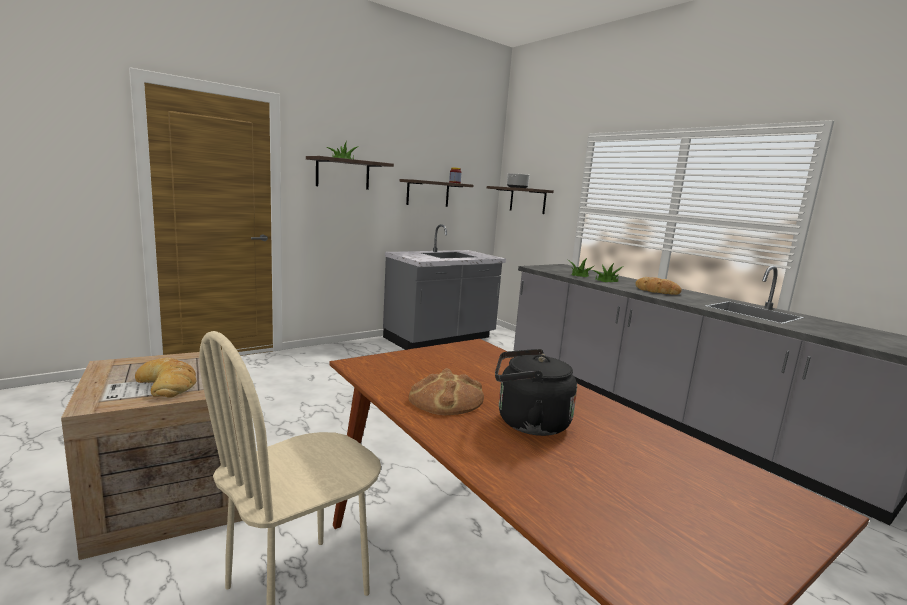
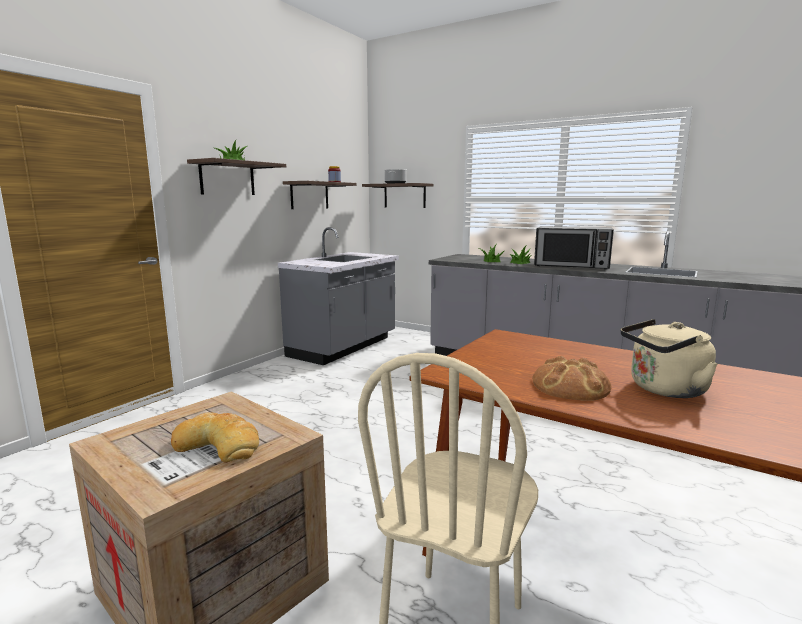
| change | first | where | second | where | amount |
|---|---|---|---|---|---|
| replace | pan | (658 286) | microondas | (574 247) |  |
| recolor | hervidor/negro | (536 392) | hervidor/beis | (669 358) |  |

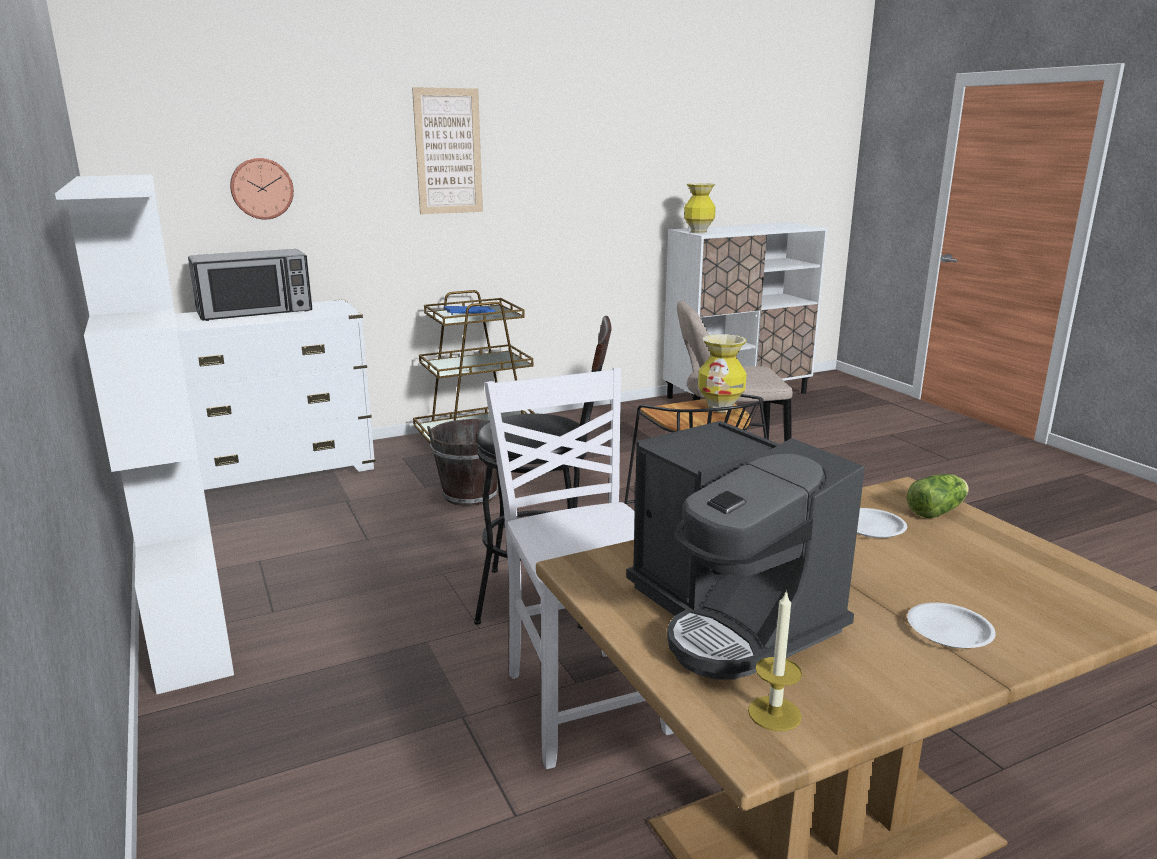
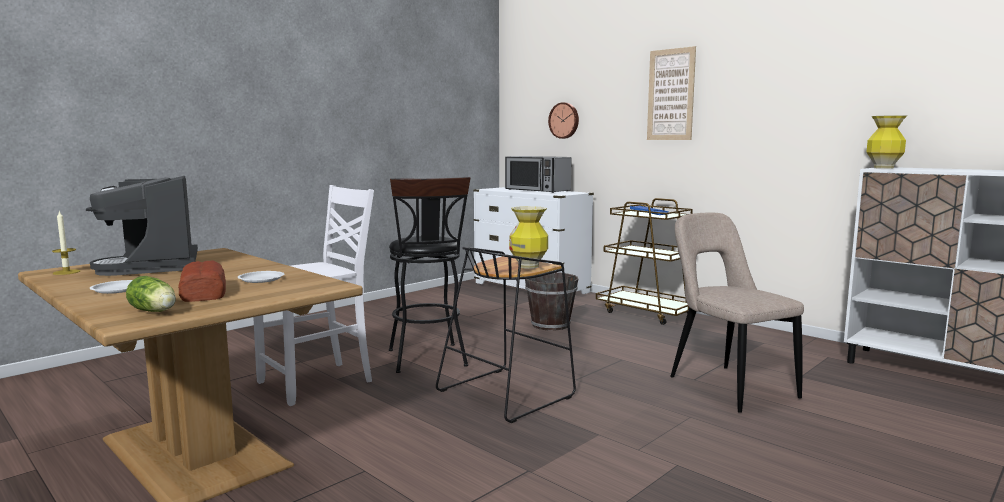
| change | first | where | second | where | amount |
|---|---|---|---|---|---|
| rotate | cafetera | (745 550) |  | (142 226) | 60 degrees counterclockwise |
| move | lechuga | (938 496) |  | (151 294) |  |
| insert |  |  | pan | (202 281) |  |
| delete | estantería/blanco | (144 434) |  |  |  |

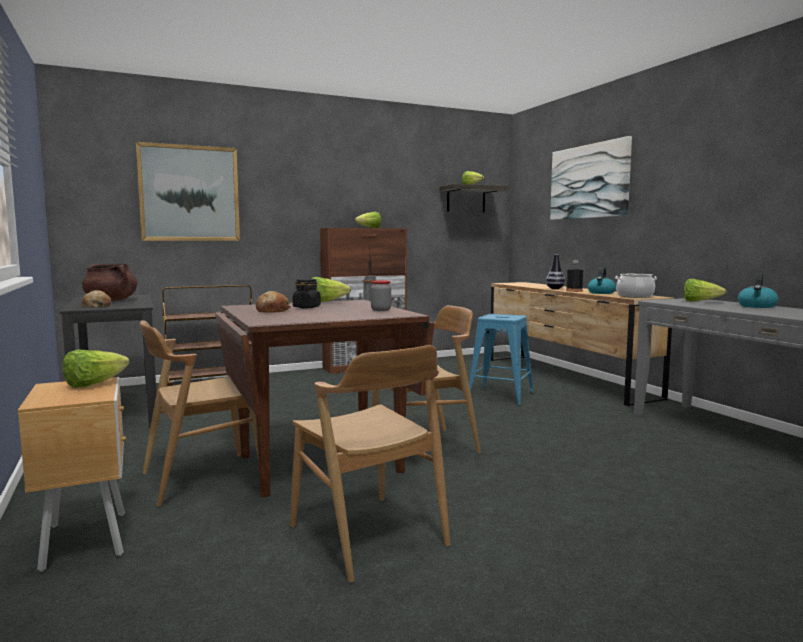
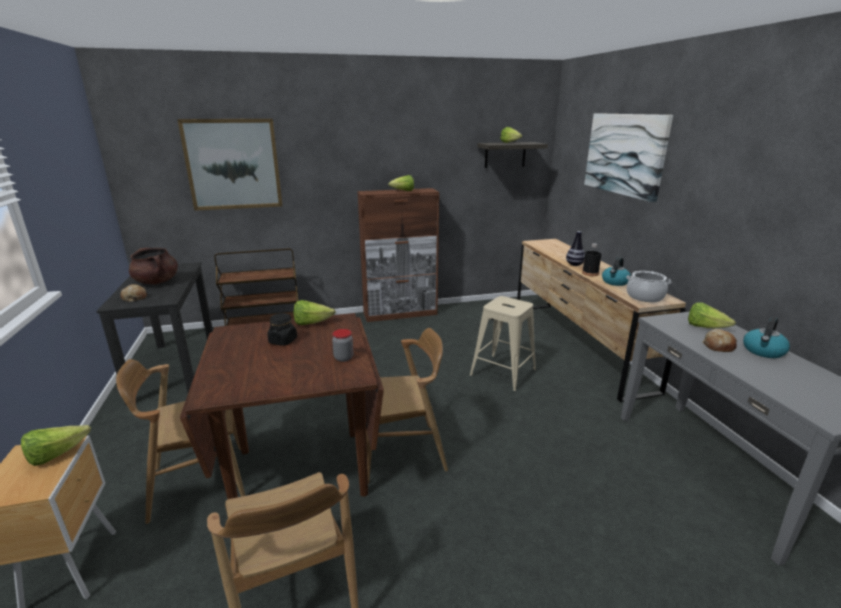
| change | first | where | second | where | amount |
|---|---|---|---|---|---|
| recolor | taburete/azul | (501 360) | taburete/beis | (503 344) |  |
| move | pan | (273 301) |  | (719 340) |  |

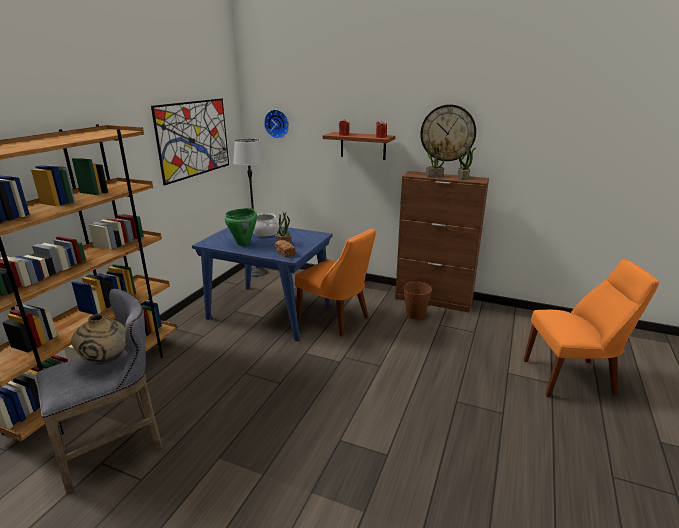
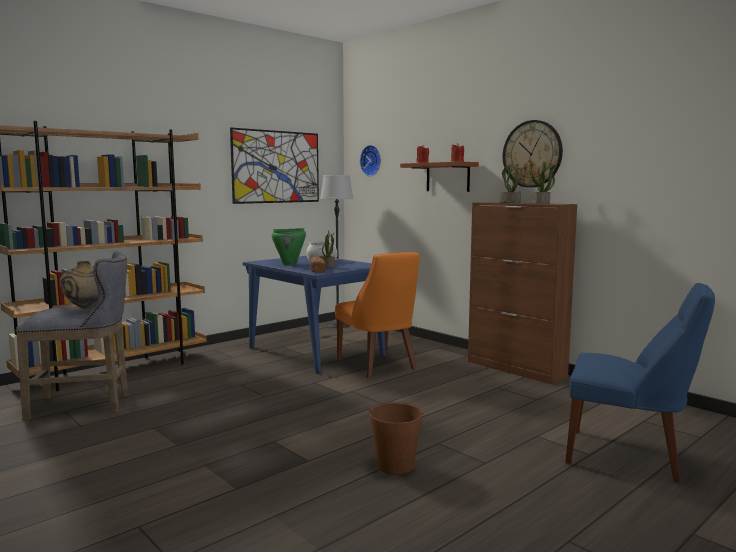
| change | first | where | second | where | amount |
|---|---|---|---|---|---|
| move | cubo/marrón | (417 300) |  | (396 438) |  |
| recolor | silla/naranja | (591 328) | silla/azul | (640 383) |  |

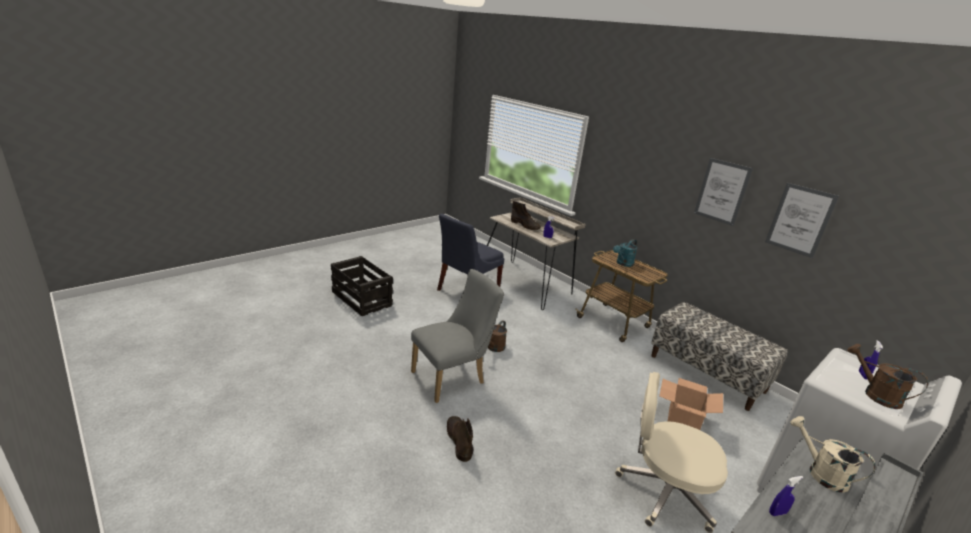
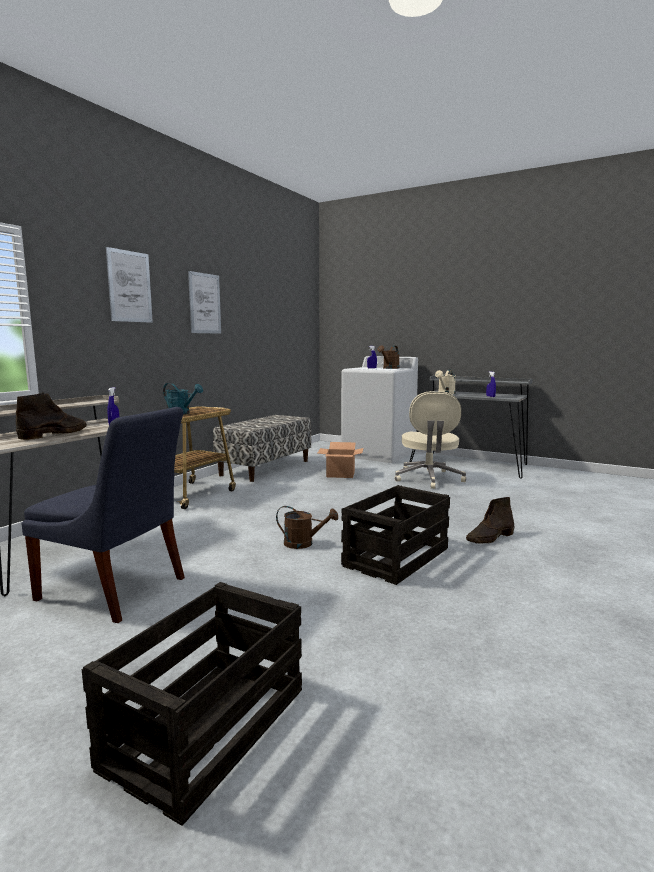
| change | first | where | second | where | amount |
|---|---|---|---|---|---|
| move | cuadro | (802 220) |  | (129 285) |  |
| replace | silla/gris | (457 336) | caja de embalaje | (395 535) |  |

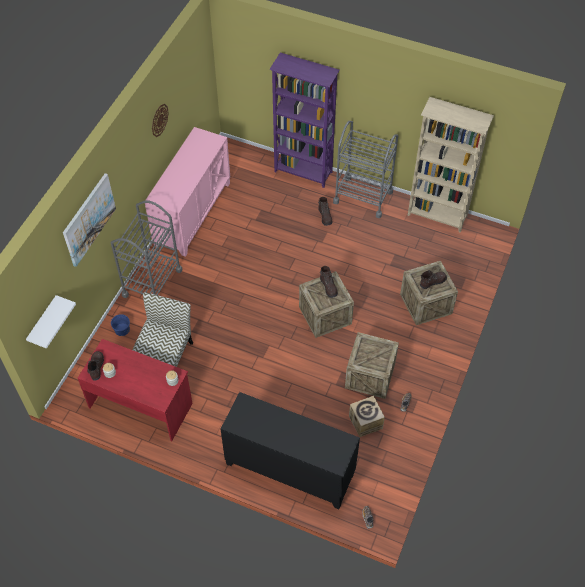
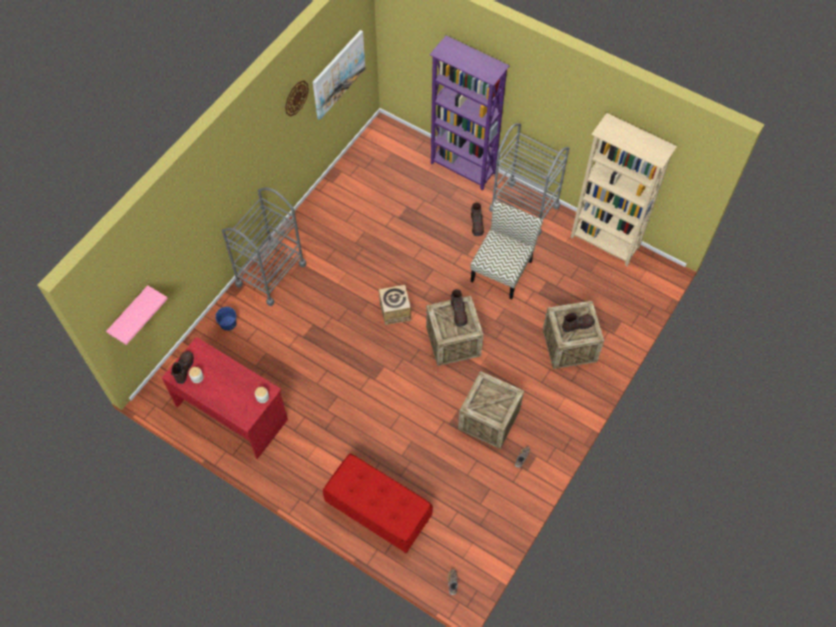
| change | first | where | second | where | amount |
|---|---|---|---|---|---|
| recolor | estante/blanco | (51 322) | estante/rosa | (137 315) |  |
| move | cuadro | (89 220) |  | (339 75) |  |
| replace | armario/negro | (290 450) | banco/rojo | (378 503) |  |
| move | caja de cartón | (367 416) |  | (395 305) |  |
| move | silla | (162 329) |  | (506 249) |  |
| delete | armario/rosa | (187 192) |  |  |  |

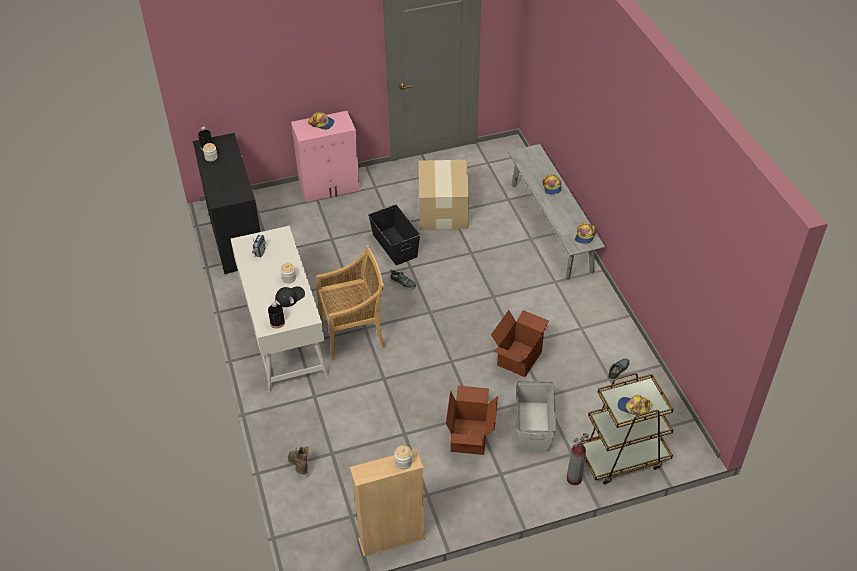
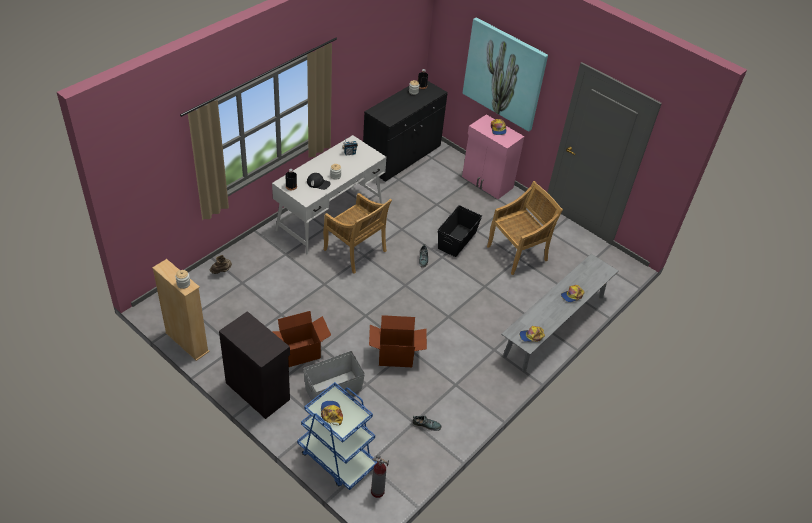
| change | first | where | second | where | amount |
|---|---|---|---|---|---|
| insert |  |  | armario/negro | (254 365) |  |
| recolor | carrito/marrón | (628 428) | carrito/azul | (337 436) |  |
| move | extintor | (578 459) |  | (380 476) |  |
| insert |  |  | cuadro | (505 74) |  |
| replace | caja de cartón | (444 195) | silla/beis | (525 228) |  |

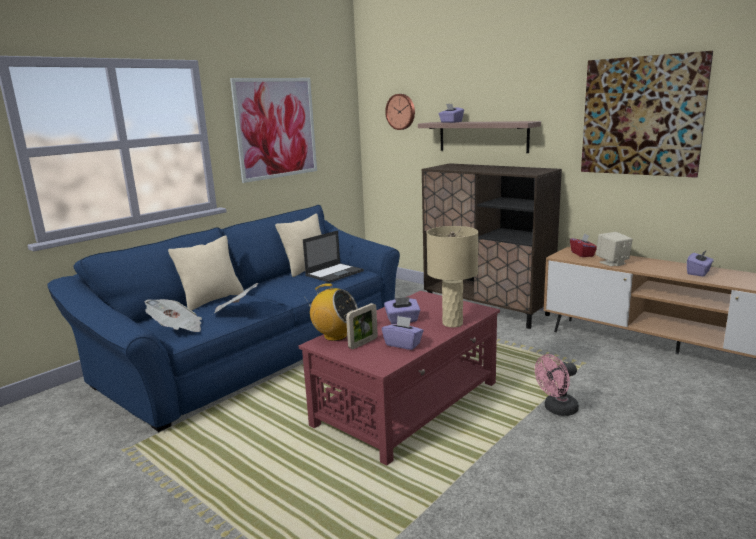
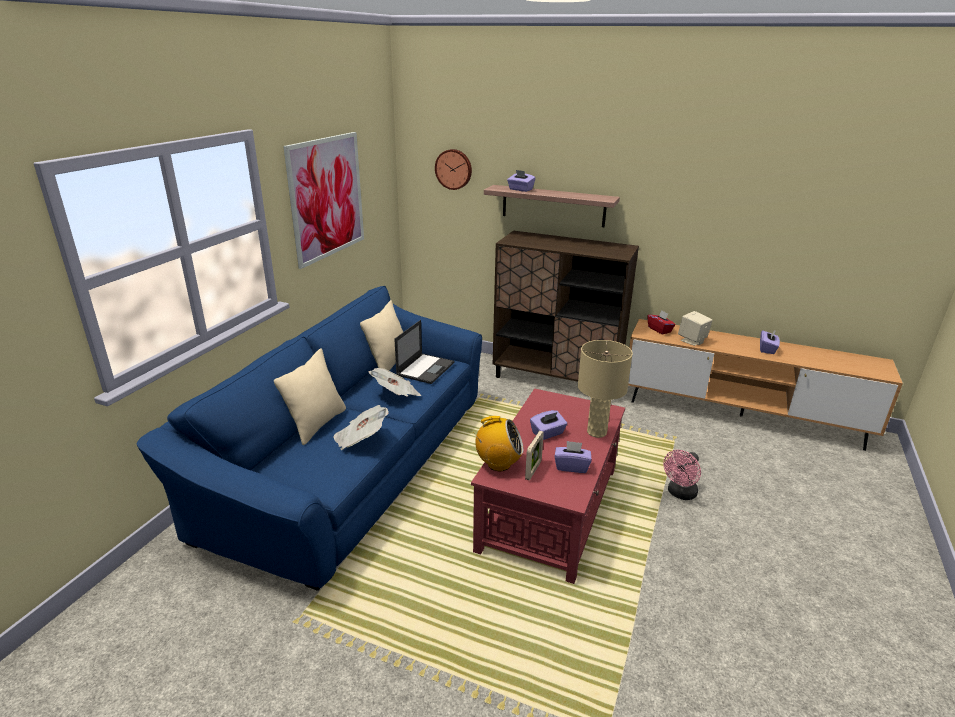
| change | first | where | second | where | amount |
|---|---|---|---|---|---|
| move | periódico | (173 315) |  | (394 382) |  |
| delete | cuadro | (647 114) |  |  |  |

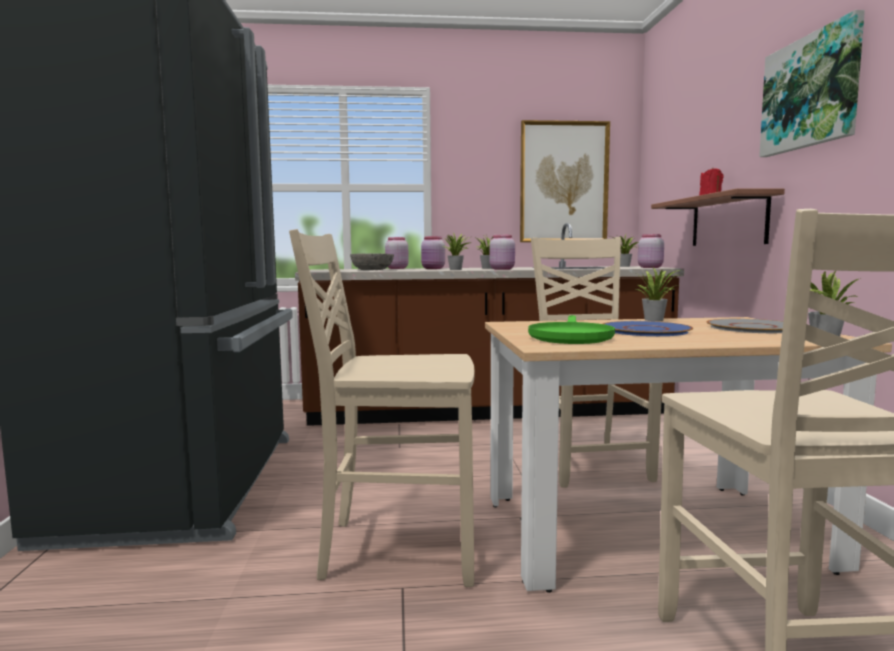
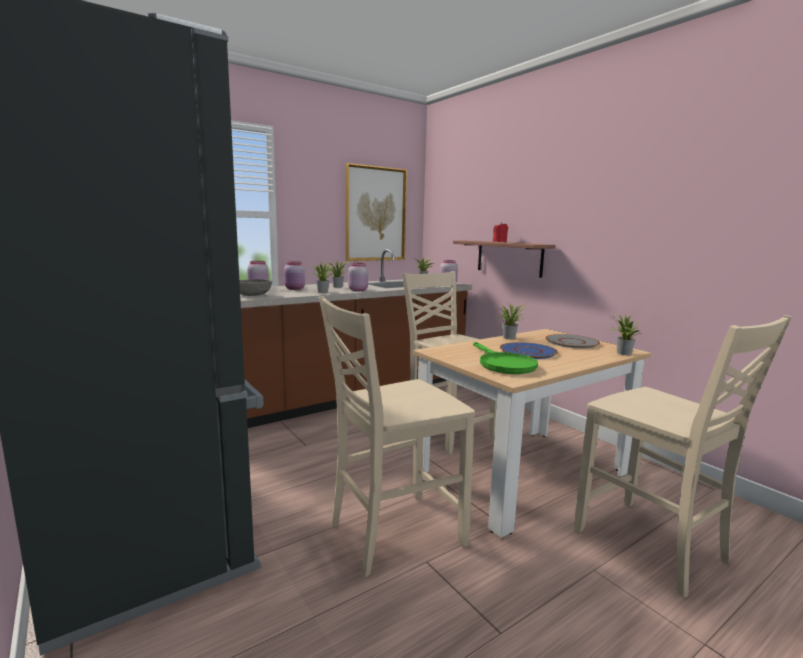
| change | first | where | second | where | amount |
|---|---|---|---|---|---|
| delete | cuadro | (812 83) |  |  |  |

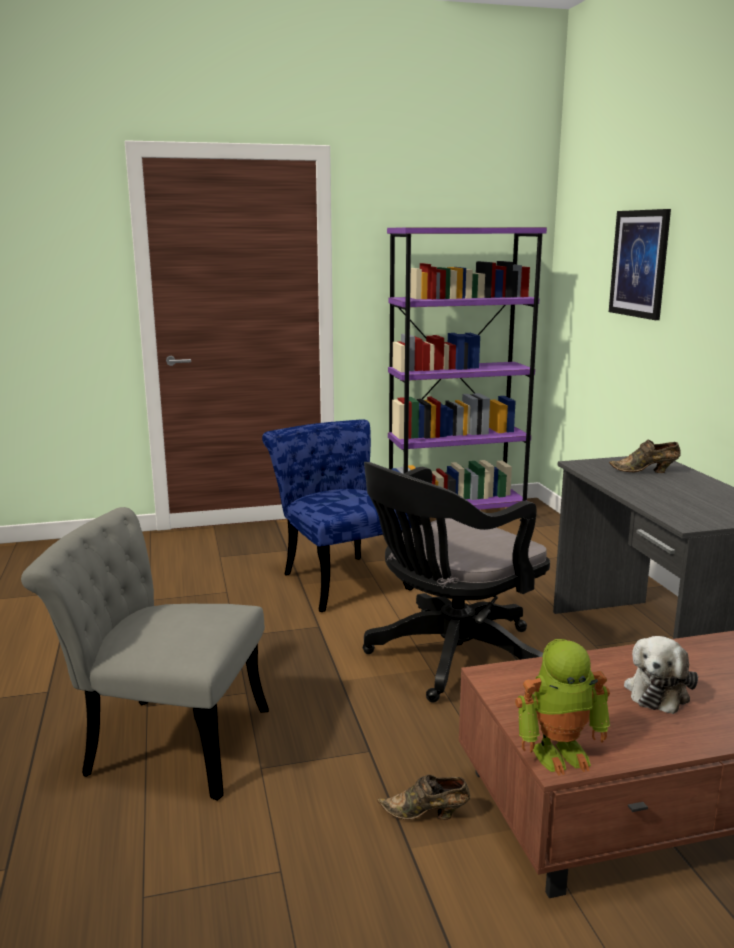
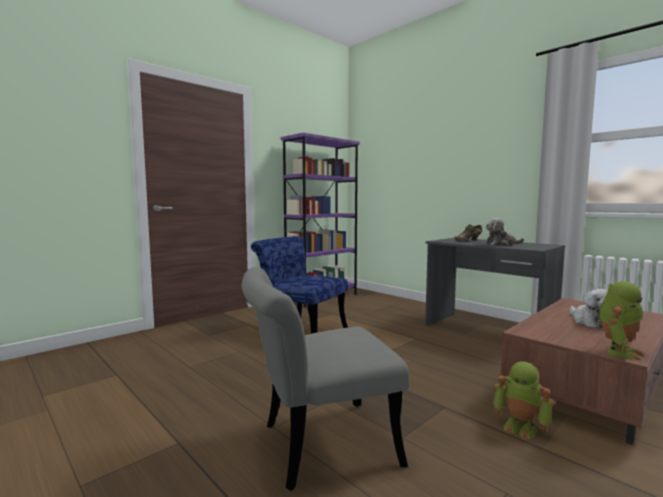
| change | first | where | second | where | amount |
|---|---|---|---|---|---|
| insert |  |  | peluche | (505 231) |  |
| replace | zapato/marrón | (423 797) | robot de juguete | (523 400) |  |
| delete | silla de oficina/negro | (456 582) |  |  |  |
| delete | cuadro | (640 264) |  |  |  |

